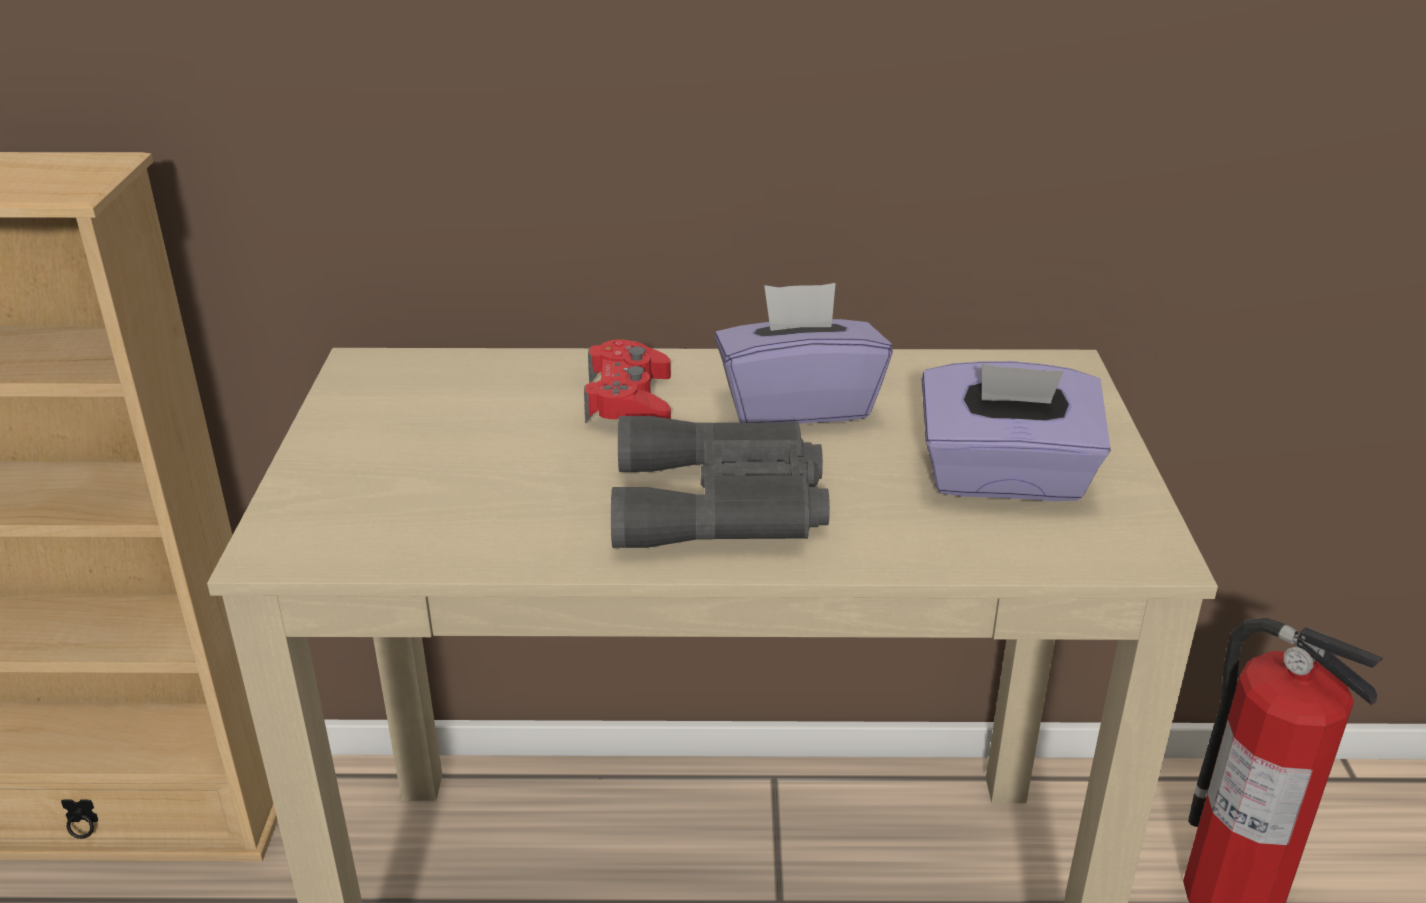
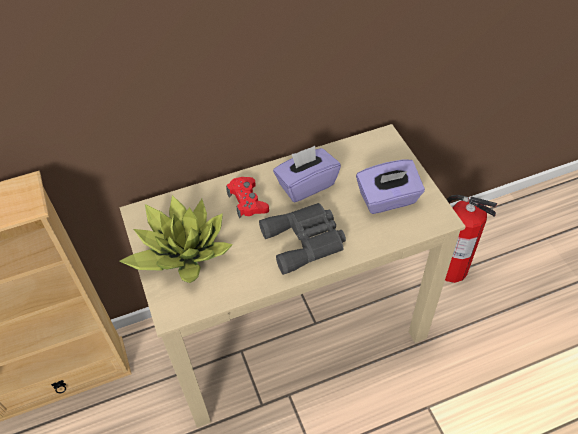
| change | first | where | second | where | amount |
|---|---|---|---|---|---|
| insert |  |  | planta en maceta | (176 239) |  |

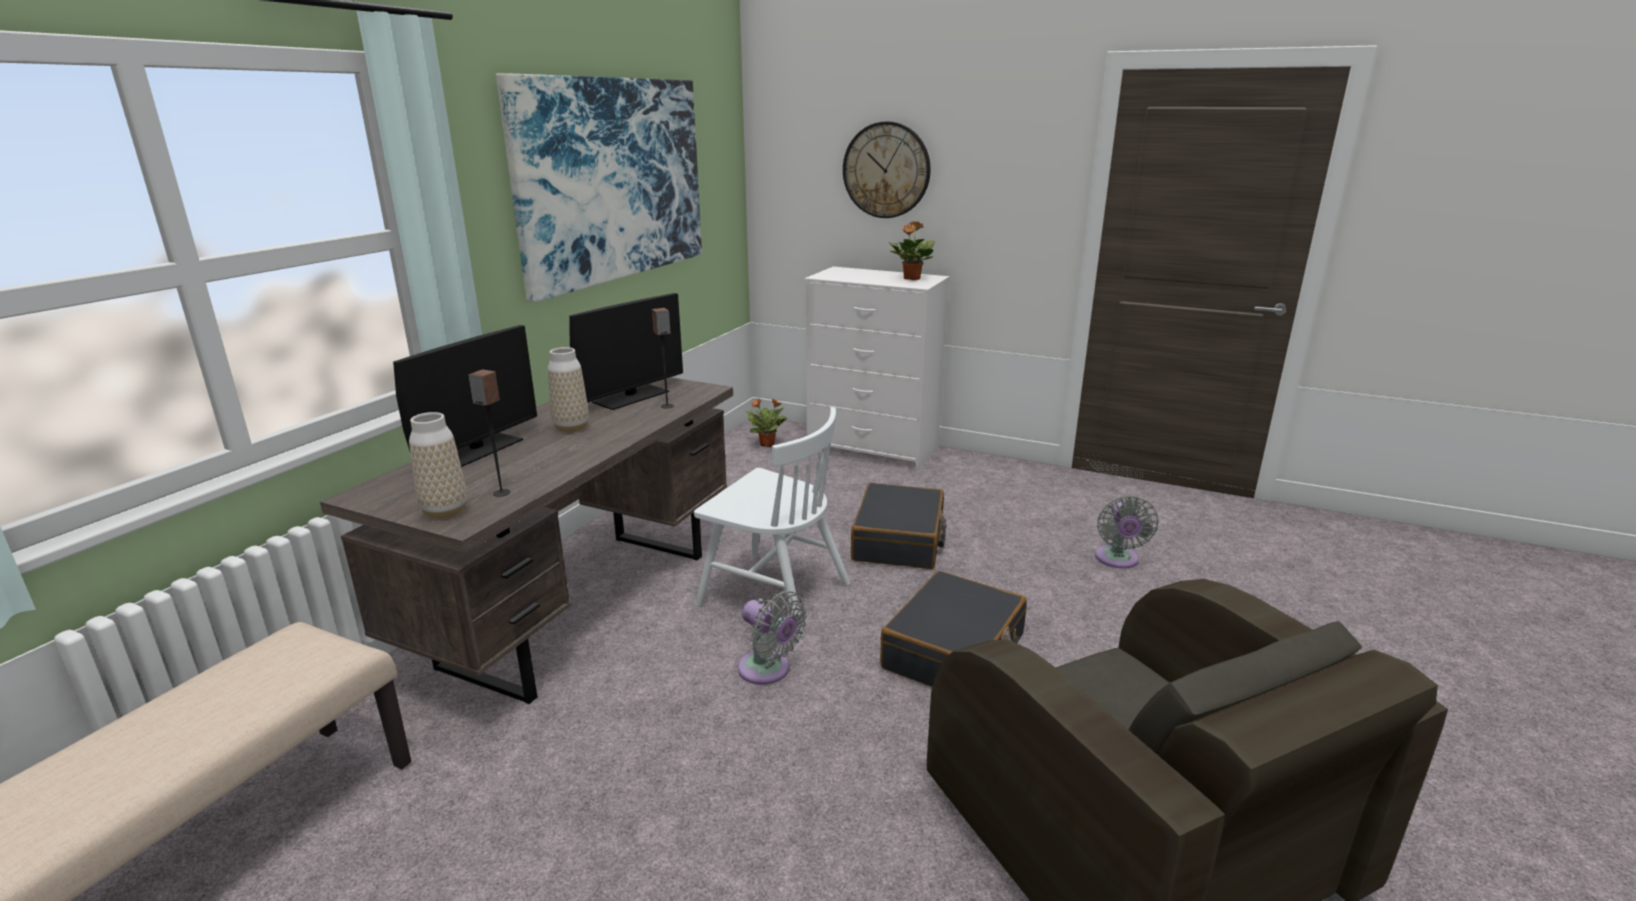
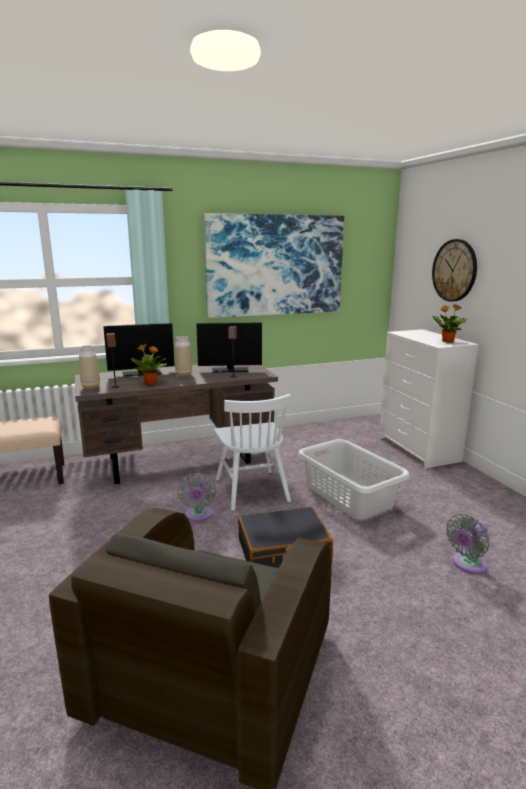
| change | first | where | second | where | amount |
|---|---|---|---|---|---|
| move | planta en maceta | (766 422) |  | (149 364) |  |
| replace | maleta/negro | (899 526) | cesto de la ropa/gris | (354 479) |  |

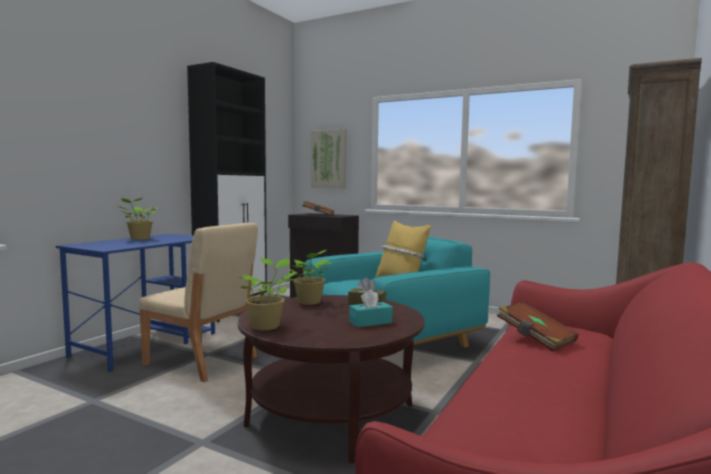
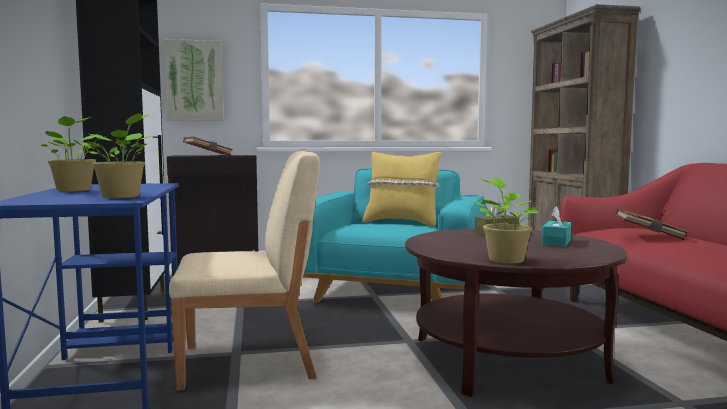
| change | first | where | second | where | amount |
|---|---|---|---|---|---|
| move | planta en maceta | (310 277) |  | (117 155) |  |

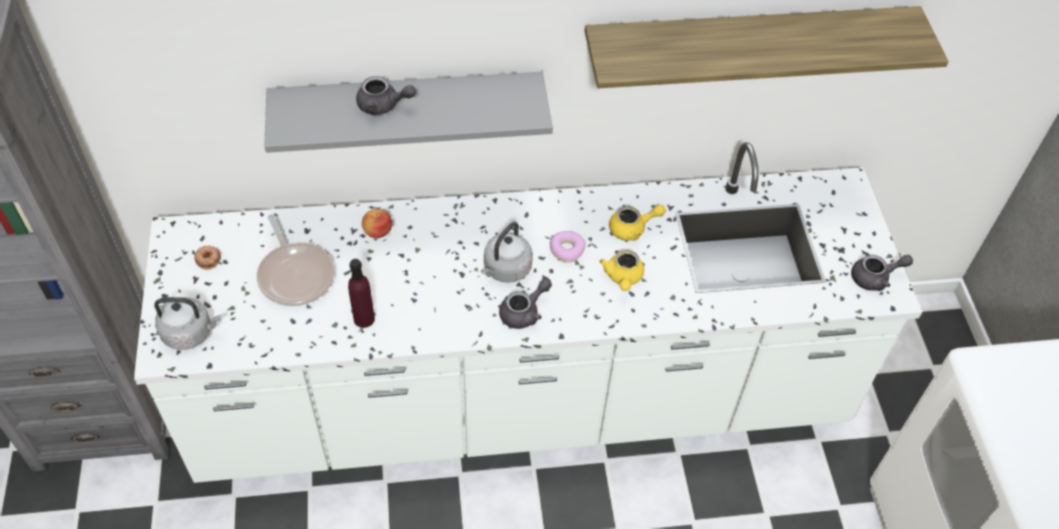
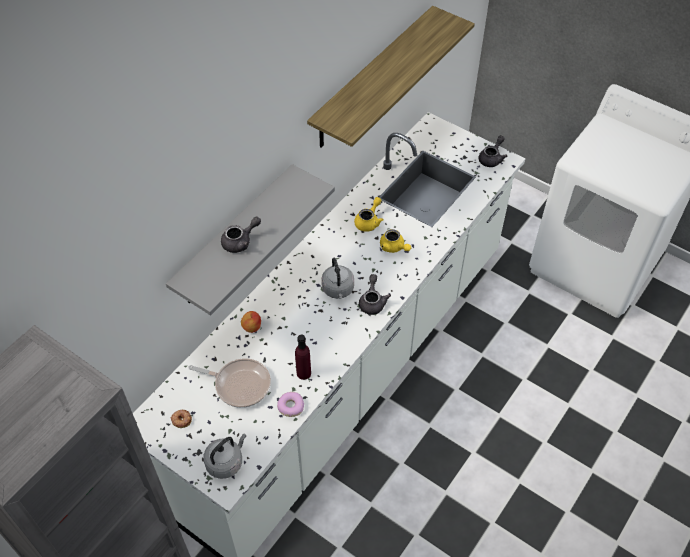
| change | first | where | second | where | amount |
|---|---|---|---|---|---|
| move | rosquilla | (568 247) |  | (290 404) |  |

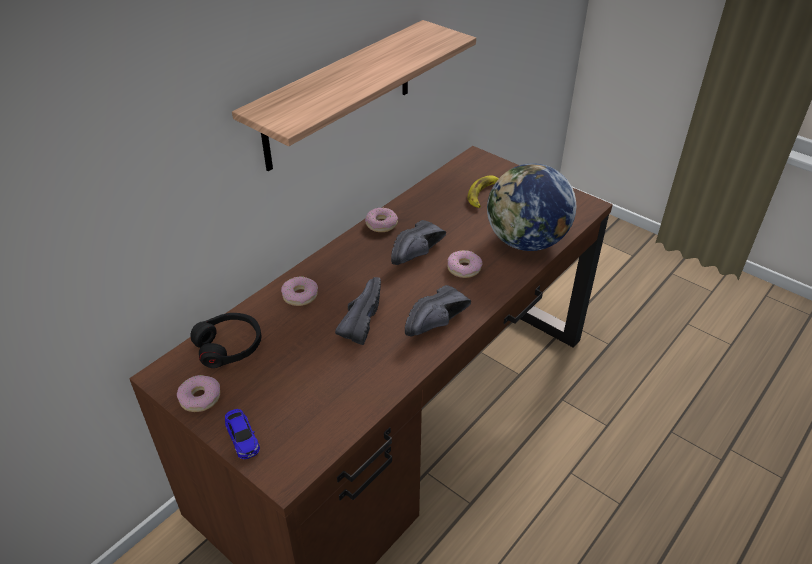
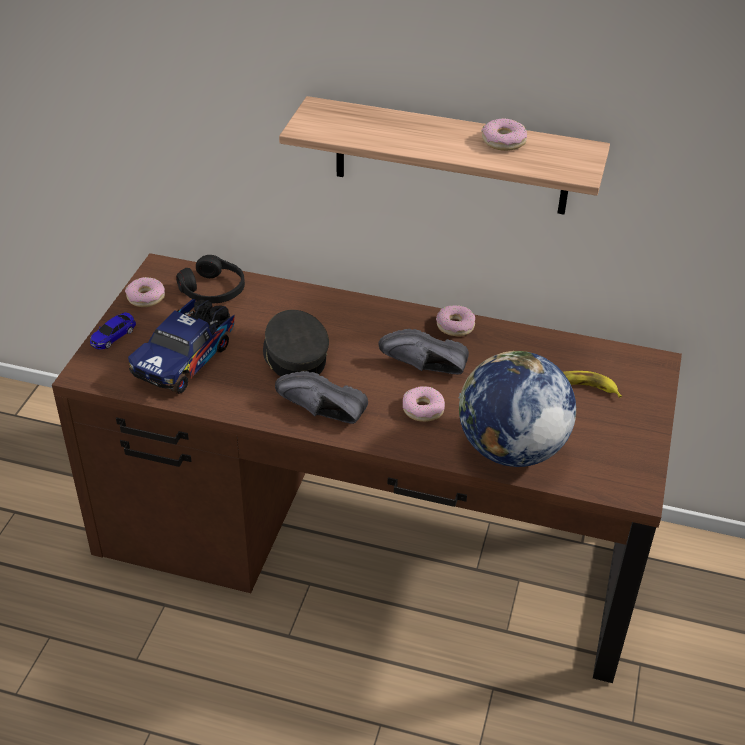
| change | first | where | second | where | amount |
|---|---|---|---|---|---|
| insert |  |  | camión de juguete | (181 346) |  |
| replace | zapato/negro | (358 311) | gorra/gris | (296 343) |  |
| move | rosquilla | (299 291) |  | (504 134) |  |

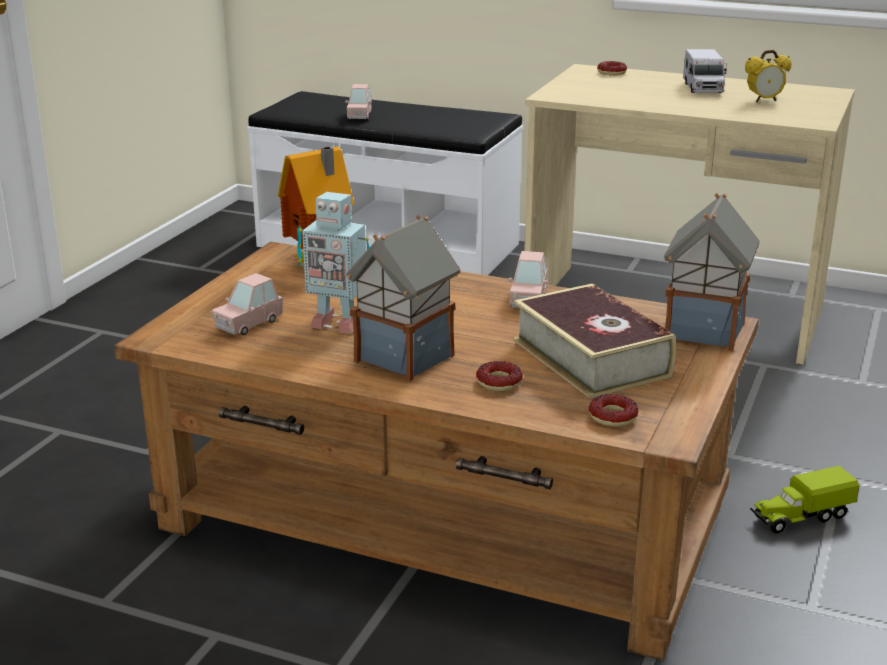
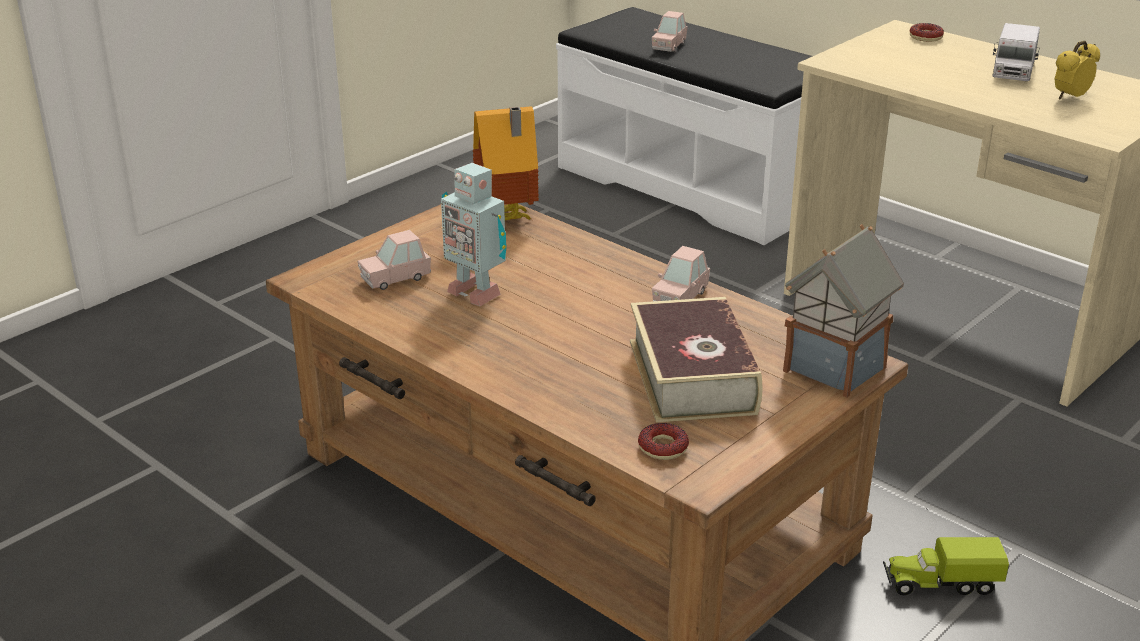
| change | first | where | second | where | amount |
|---|---|---|---|---|---|
| rotate | despertador | (768 76) |  | (1077 70) | 135 degrees clockwise |
| delete | casita | (403 298) |  |  |  |
| delete | rosquilla | (499 376) |  |  |  |

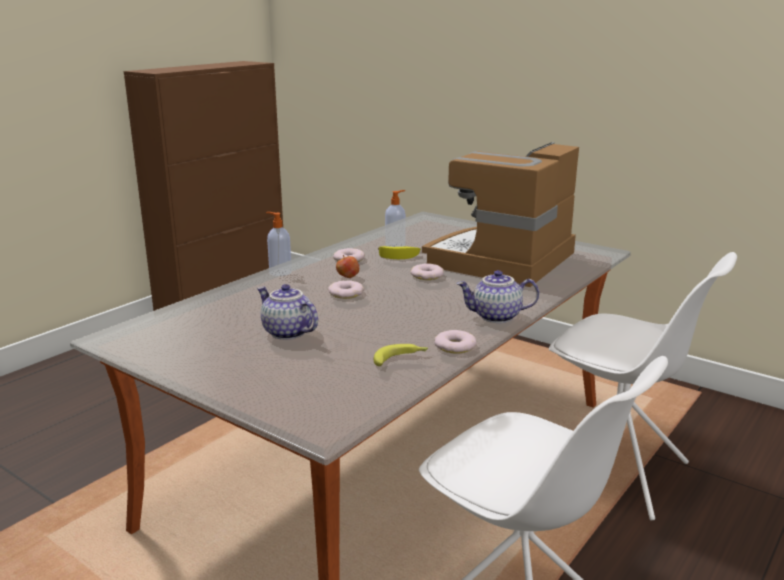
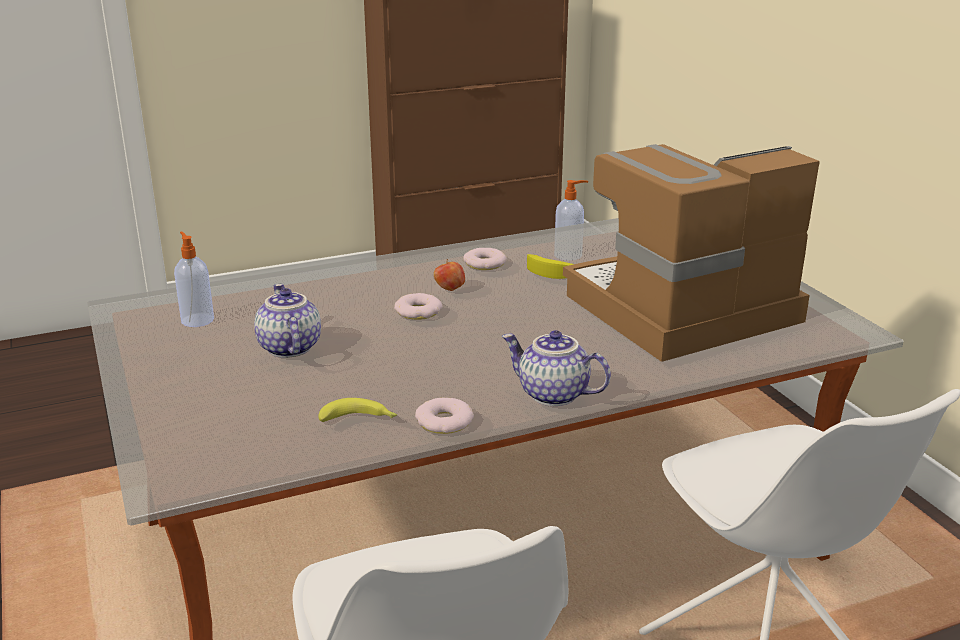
| change | first | where | second | where | amount |
|---|---|---|---|---|---|
| move | dispensador de jabón | (279 244) |  | (194 279) |  |
| delete | rosquilla | (427 271) |  |  |  |

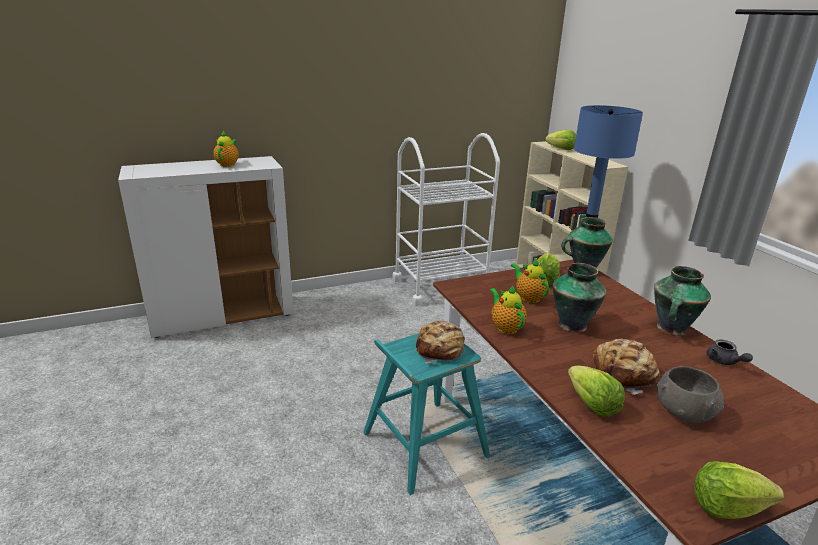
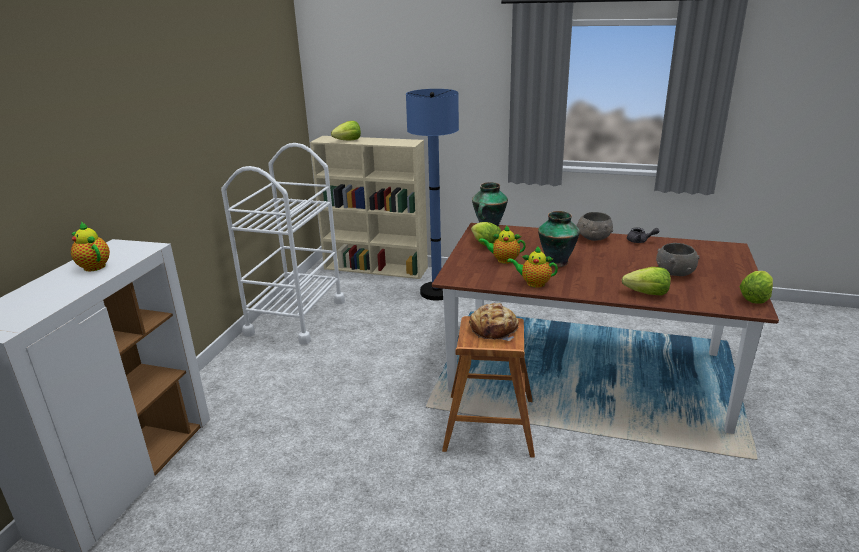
| change | first | where | second | where | amount |
|---|---|---|---|---|---|
| recolor | taburete/turquesa | (426 414) | taburete/marrón | (488 387) |  |
| replace | florero | (682 301) | cuenco/gris | (595 226) |  |
| delete | pan | (626 367) |  |  |  |

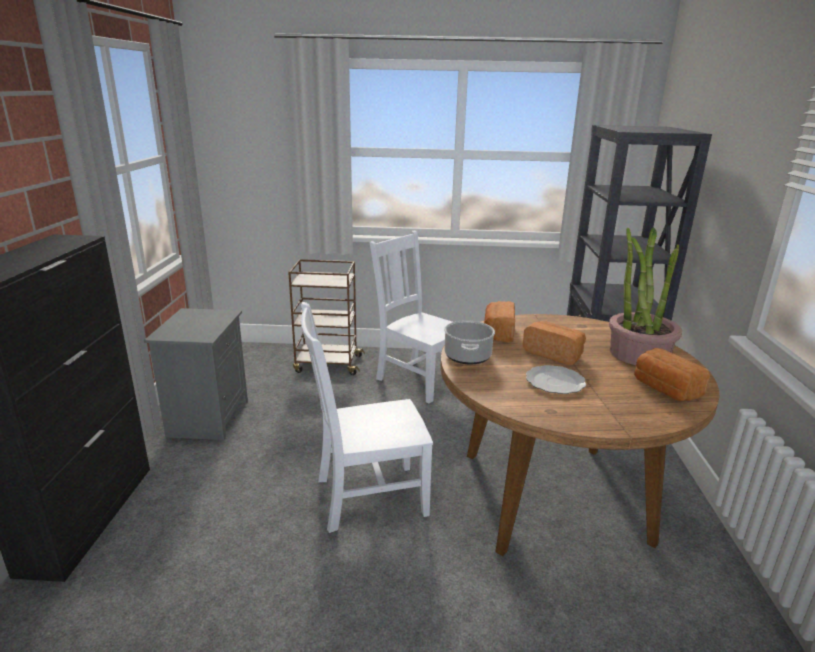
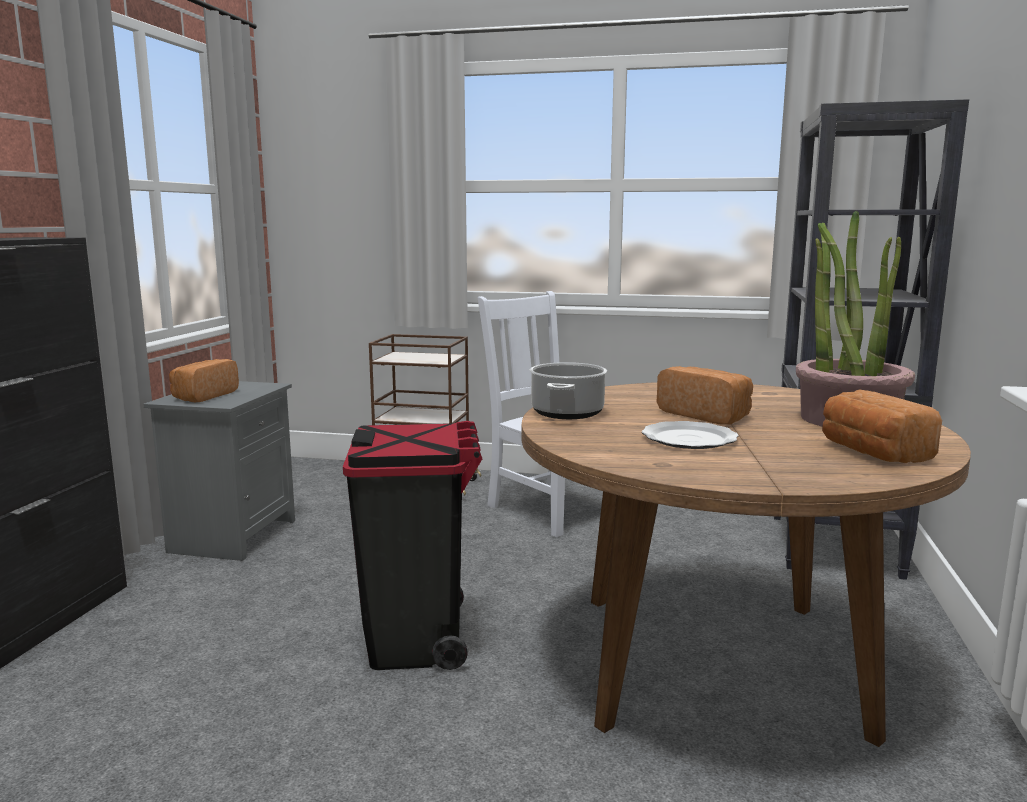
| change | first | where | second | where | amount |
|---|---|---|---|---|---|
| move | pan | (499 321) |  | (204 380) |  |
| replace | silla/blanco | (367 417) | papelera/negro | (412 545) |  |

